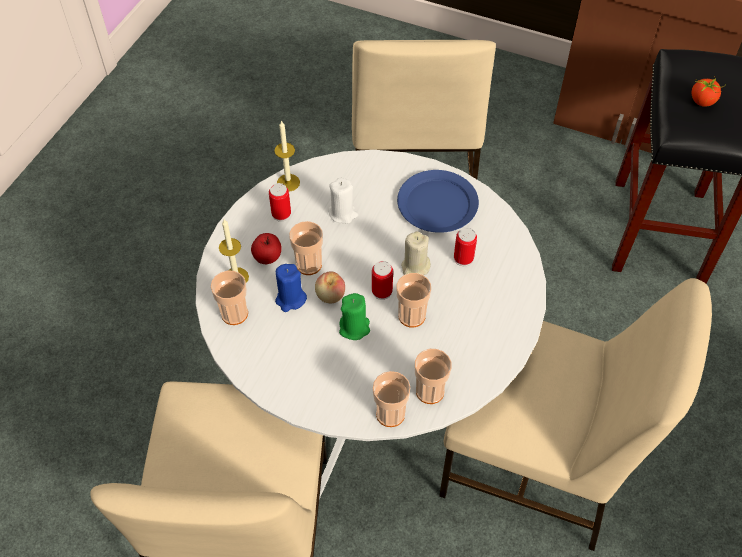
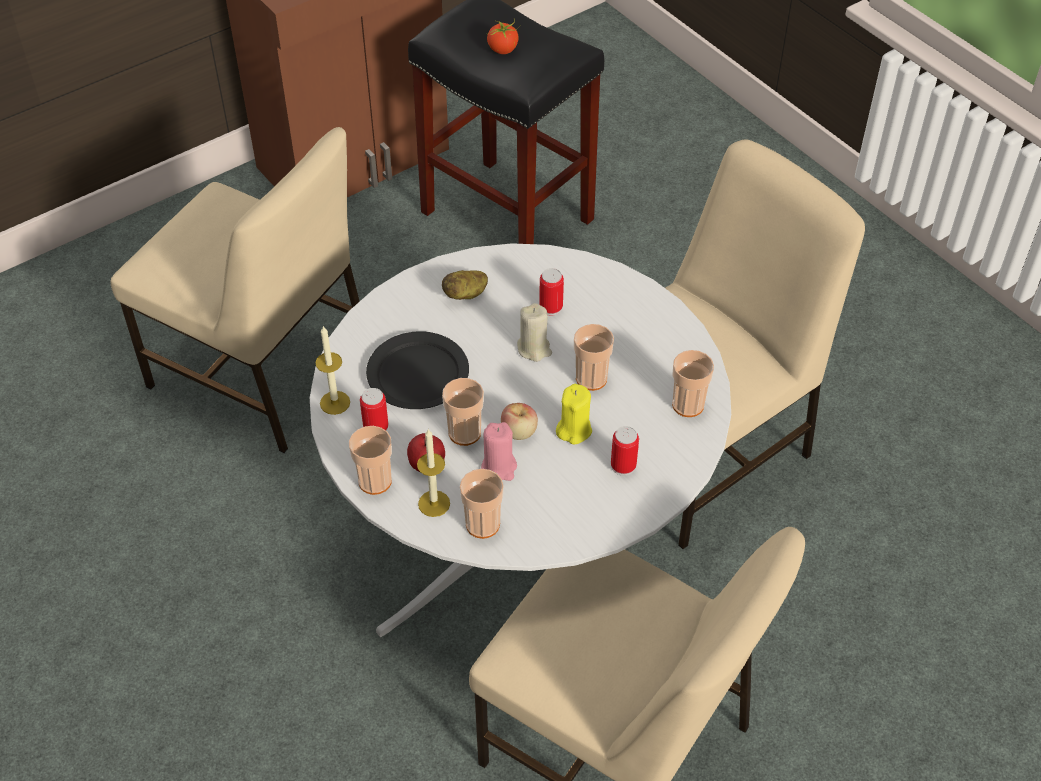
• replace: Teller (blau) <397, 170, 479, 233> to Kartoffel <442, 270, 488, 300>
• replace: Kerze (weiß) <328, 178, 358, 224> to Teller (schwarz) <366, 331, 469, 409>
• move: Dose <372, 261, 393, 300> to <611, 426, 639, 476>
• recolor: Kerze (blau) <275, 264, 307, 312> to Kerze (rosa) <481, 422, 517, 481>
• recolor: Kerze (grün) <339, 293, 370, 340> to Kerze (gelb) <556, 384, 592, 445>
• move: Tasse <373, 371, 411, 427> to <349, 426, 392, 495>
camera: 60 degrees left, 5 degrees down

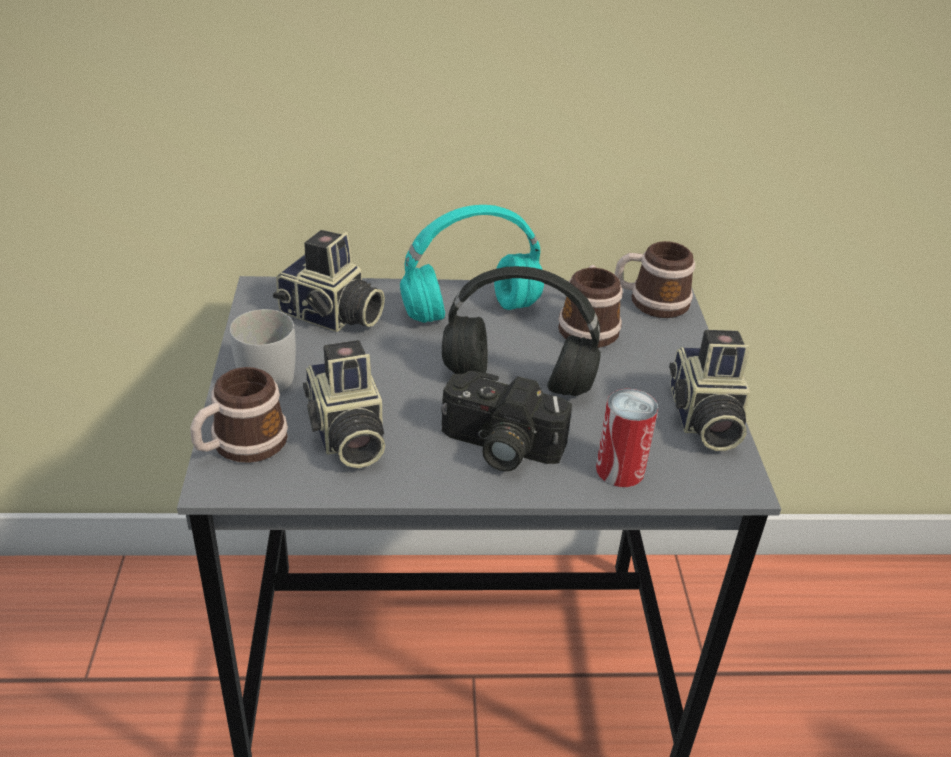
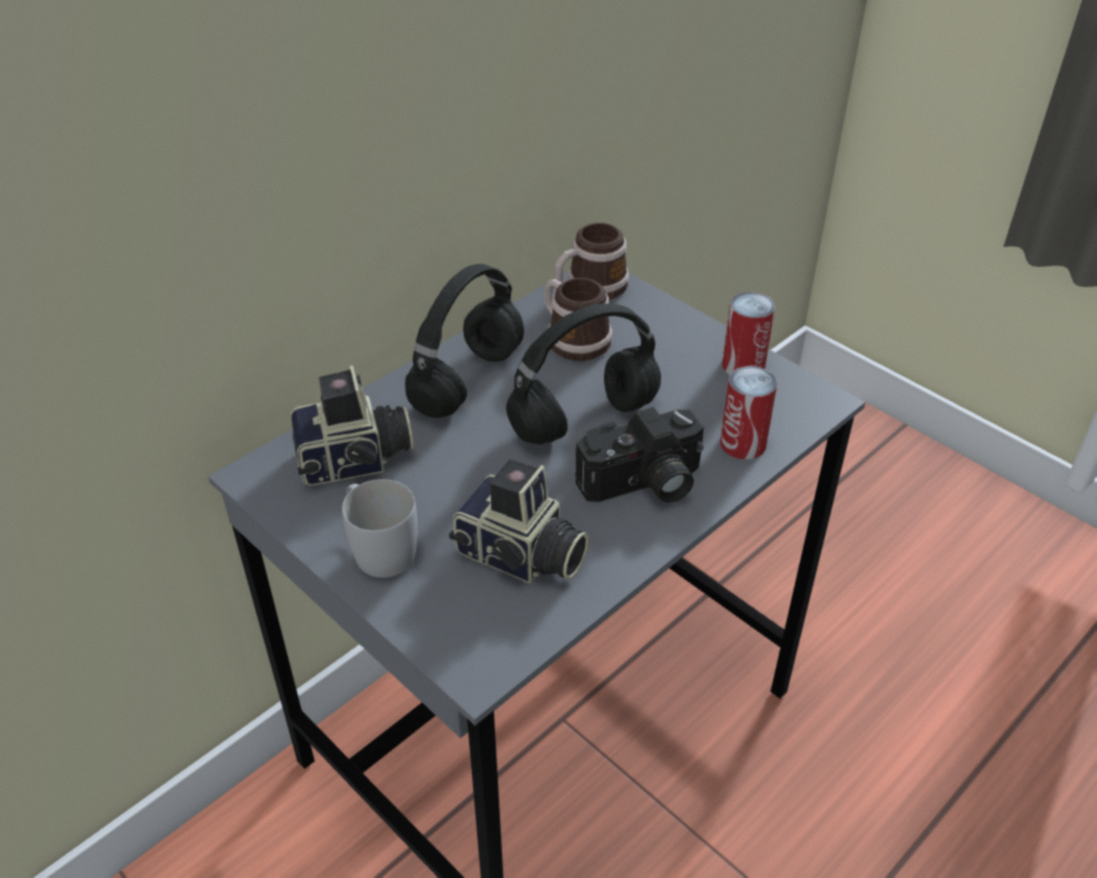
• recolor: Kopfhörer (türkis) <400, 205, 544, 323> to Kopfhörer (schwarz) <405, 264, 524, 418>
• replace: Kamera <669, 330, 750, 451> to Dose <722, 292, 775, 375>
• delete: Henkelbecher <190, 367, 288, 463>
camera: 40 degrees left, 5 degrees up

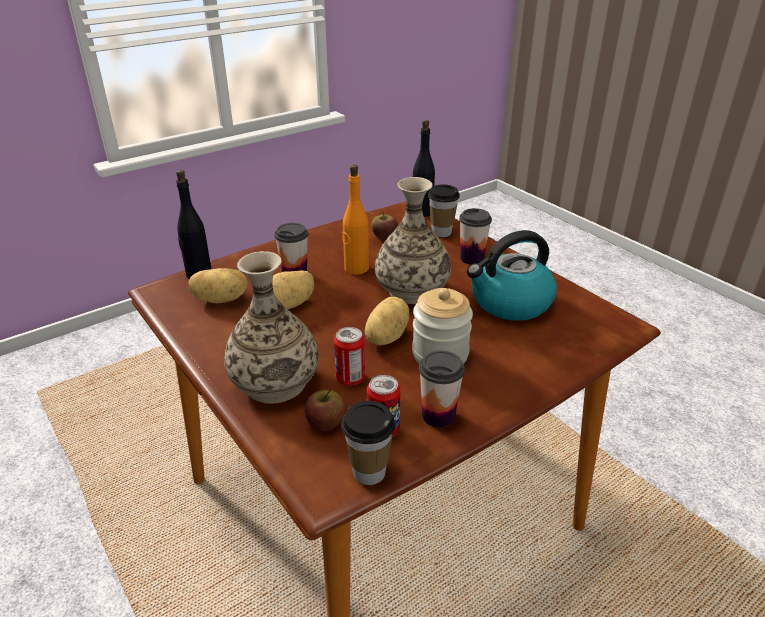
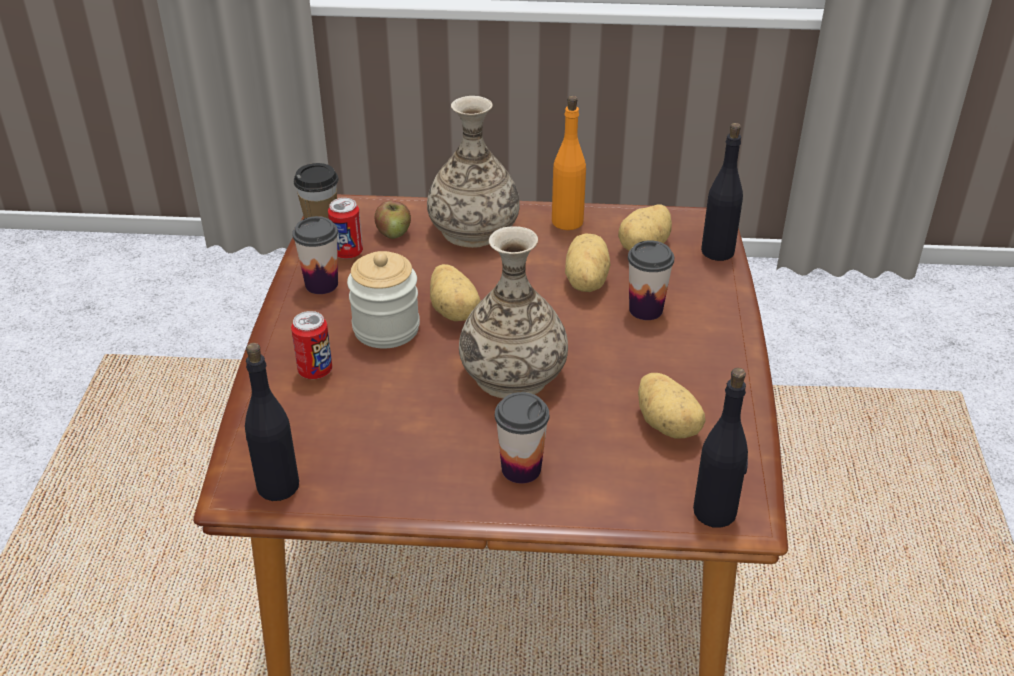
• move: Flasche (orange) <342, 165, 369, 274> to <552, 95, 586, 230>
• delete: Tasse <428, 184, 460, 237>
• replace: Apfel <371, 211, 398, 240> to Kartoffel <638, 373, 706, 439>
• delete: Wasserkessel <467, 230, 557, 321>
• move: Dose <334, 327, 365, 385> to <291, 311, 332, 379>
• insert: Flasche (schwarz) <245, 343, 299, 501>
camera: 130 degrees right, 5 degrees up

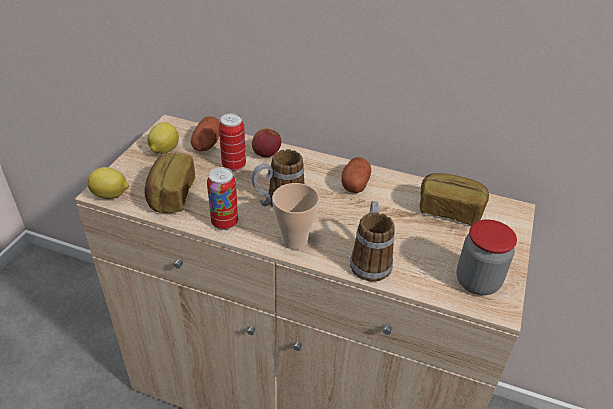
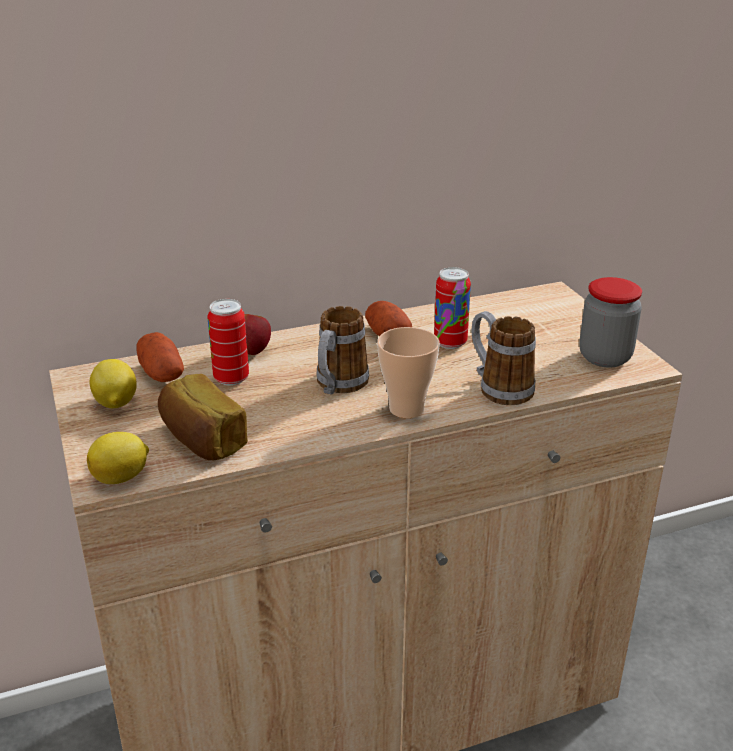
• move: Dose <207, 167, 238, 230> to <434, 267, 471, 349>
• delete: Brot <420, 173, 489, 225>
camera: 40 degrees left, 10 degrees down

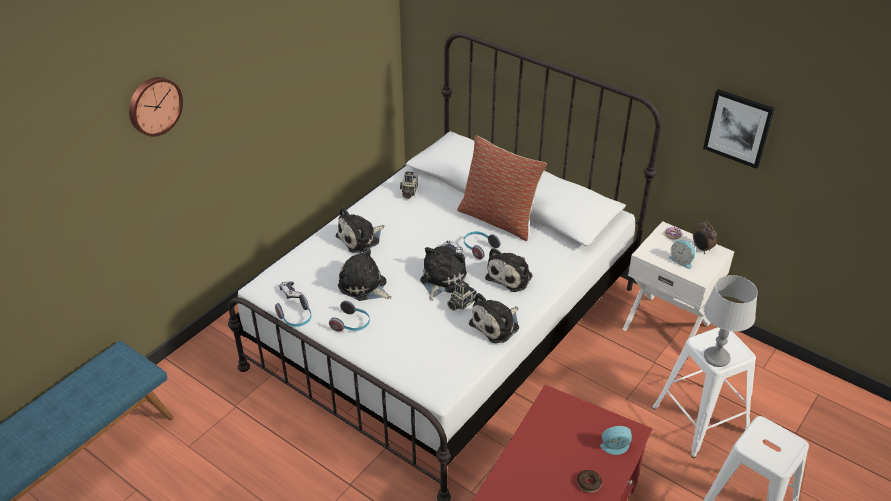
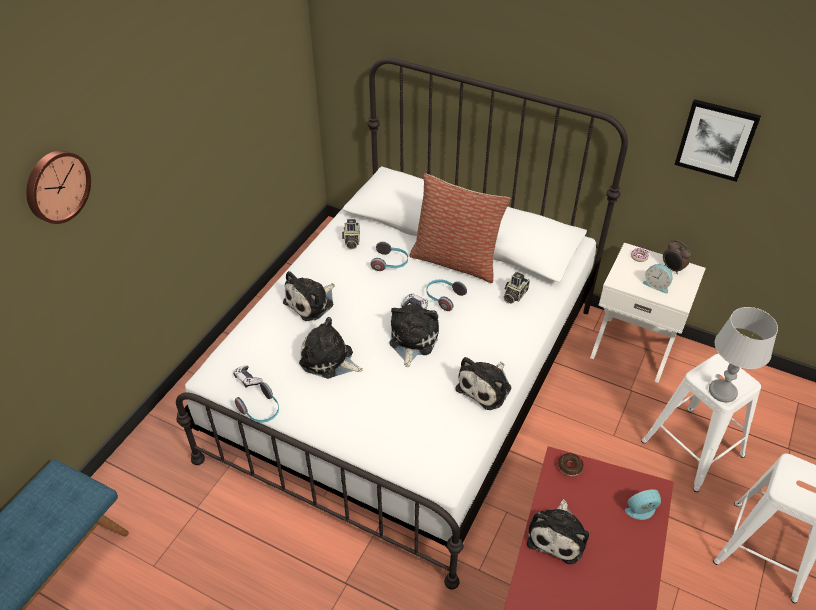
• move: Plüschtier <485, 248, 533, 292> to <527, 499, 589, 564>
• move: Kamera <447, 280, 477, 311> to <503, 272, 530, 304>
• move: Kopfhörer <329, 301, 370, 332> to <370, 242, 408, 271>
• move: Donut <577, 470, 602, 493> to <558, 453, 584, 476>
camera: 10 degrees left, 5 degrees up

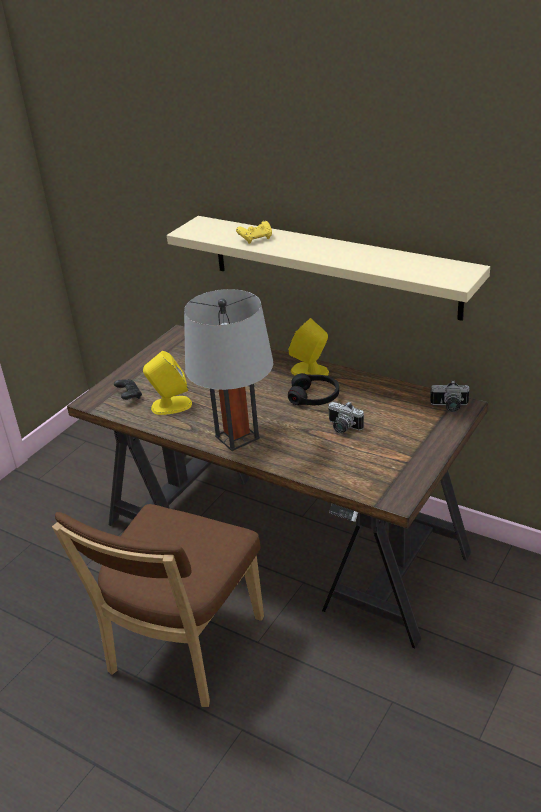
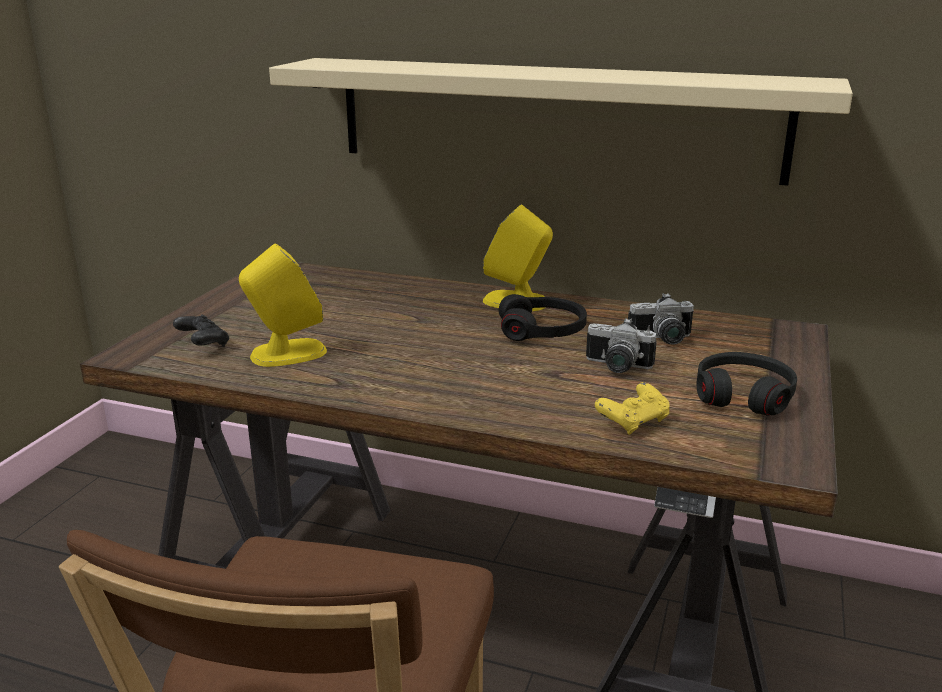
• move: Gamepad (gelb) <236, 221, 272, 244> to <595, 382, 669, 435>
• delete: Tischlampe (grau) <184, 289, 273, 451>
• move: Kamera <430, 380, 469, 412> to <628, 293, 694, 344>
• insert: Kopfhörer (schwarz) <696, 352, 797, 415>
camera: 15 degrees left, 10 degrees down

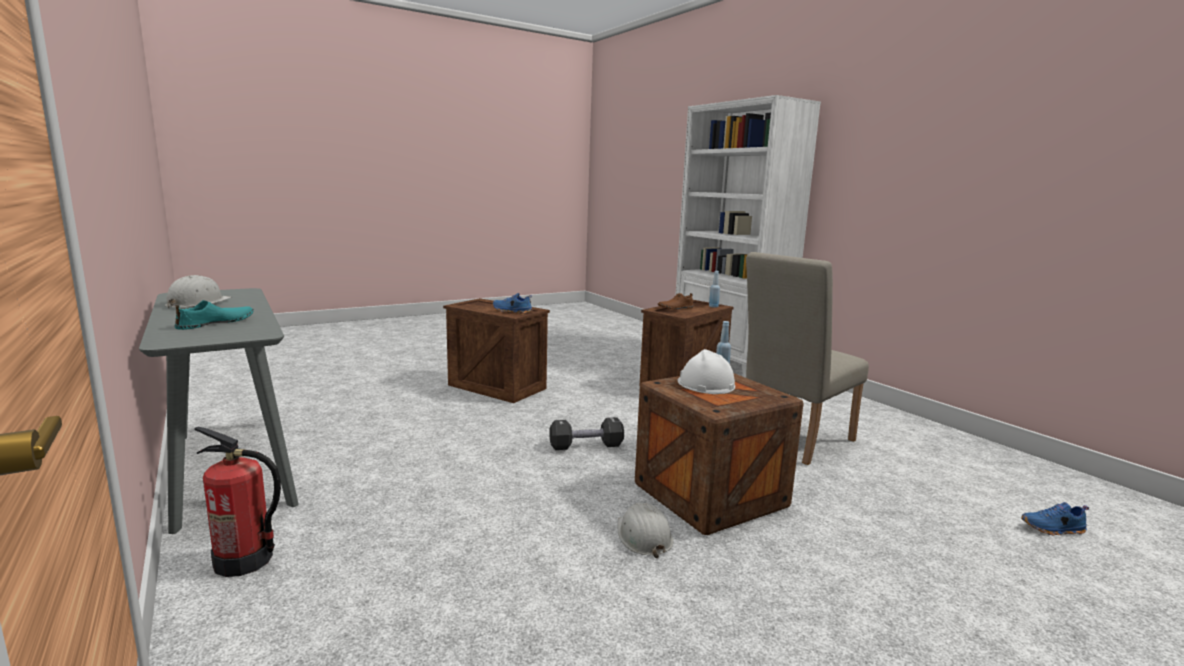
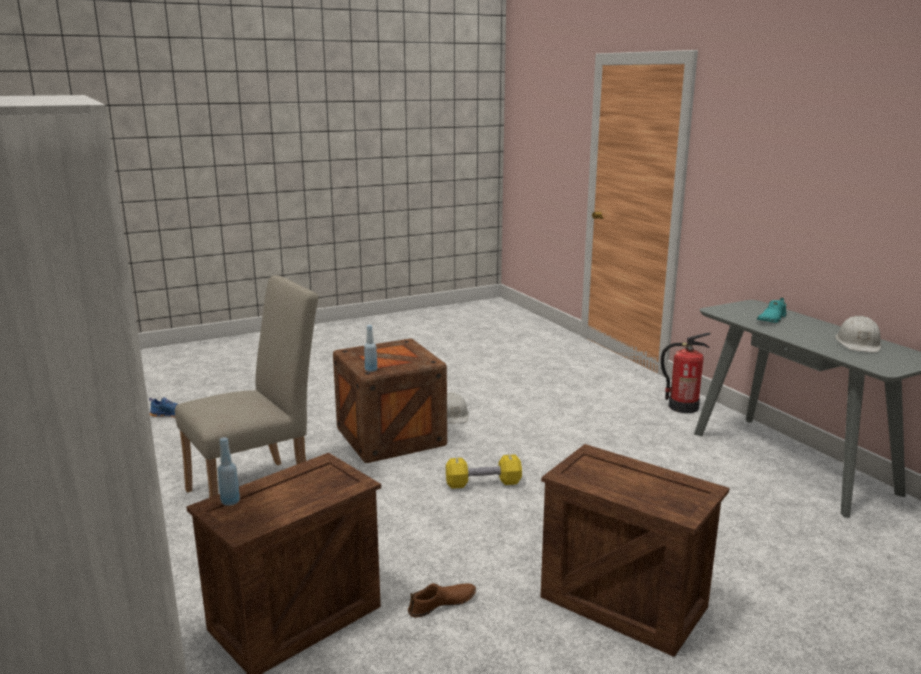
• delete: Schuh (blau) <493, 293, 533, 313>
• move: Schuh (braun) <658, 293, 694, 310> to <408, 583, 476, 617>
• delete: Schutzhelm (weiß) <677, 349, 735, 394>
• recolor: Hantel (schwarz) <549, 417, 624, 450> to Hantel (gelb) <446, 454, 522, 489>
camera: 175 degrees left, 5 degrees up

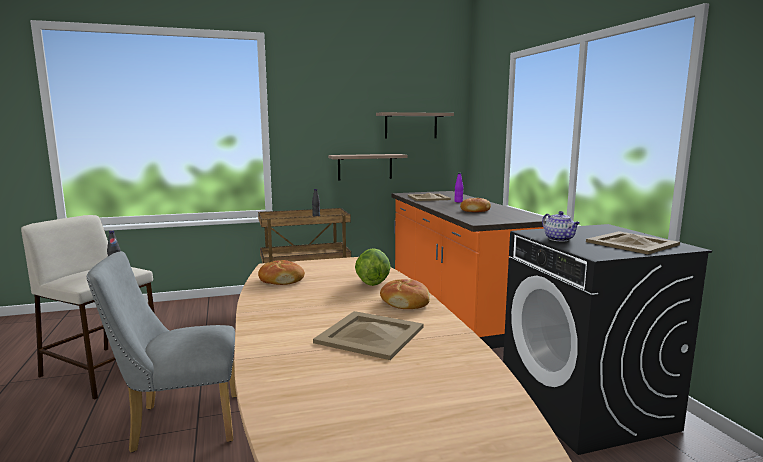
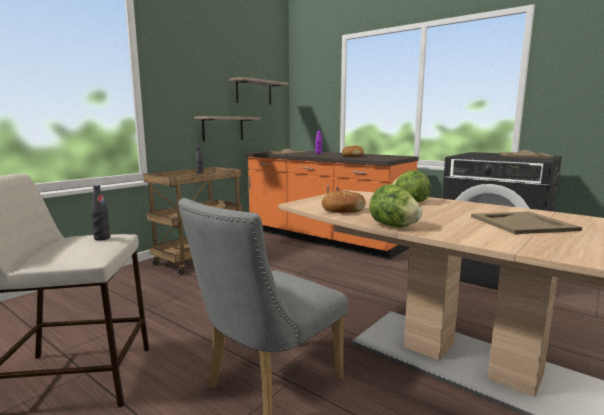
• delete: Teekanne <542, 211, 580, 242>
• delete: Brot <380, 279, 430, 309>
• insert: Salatkopf <369, 184, 423, 227>
camera: 35 degrees left, 0 degrees up

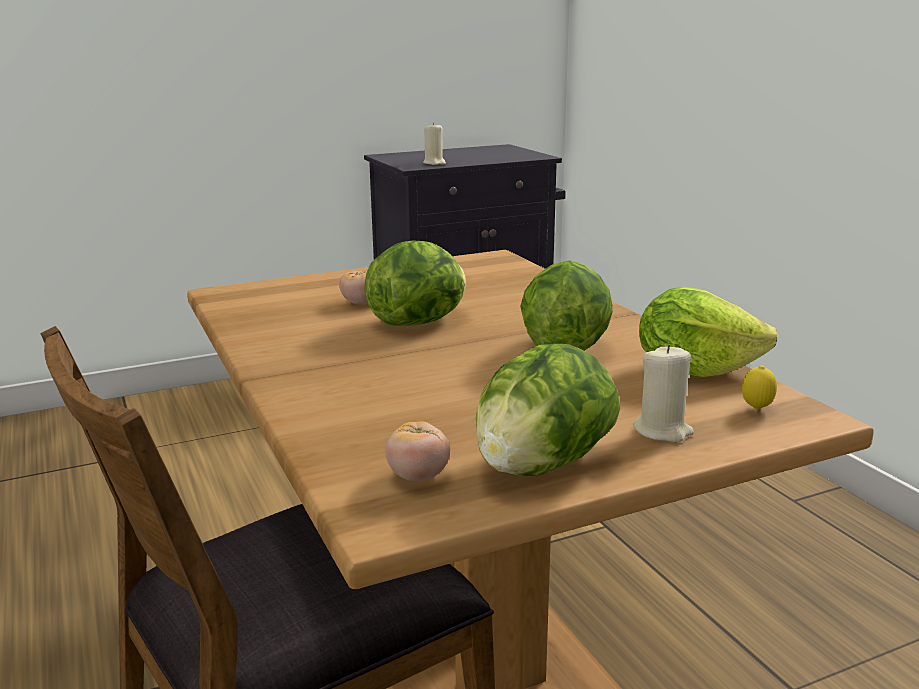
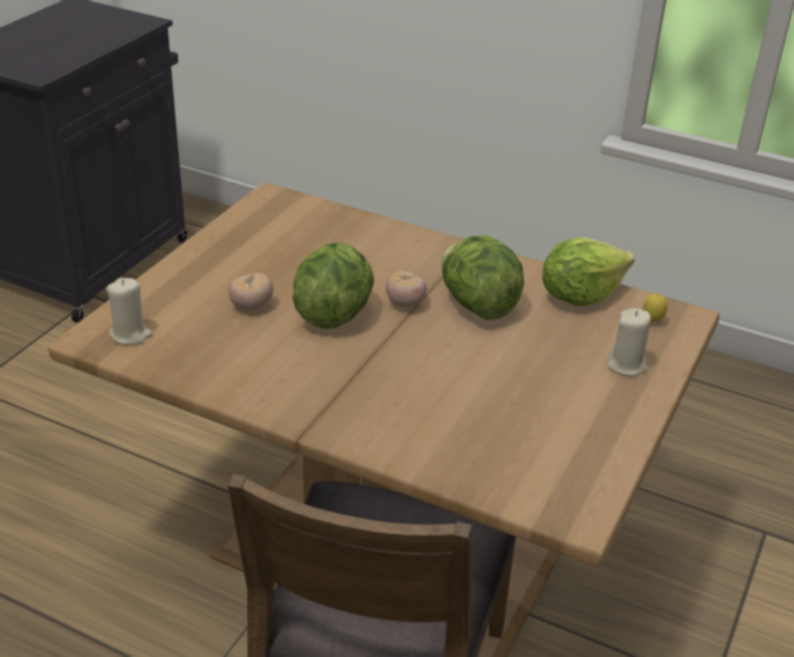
• move: Kerze (beige) <423, 122, 446, 165> to <106, 278, 152, 344>
• delete: Salatkopf <476, 344, 620, 476>
• move: Tomate <385, 422, 450, 482> to <386, 271, 427, 308>
camera: 40 degrees left, 15 degrees up

